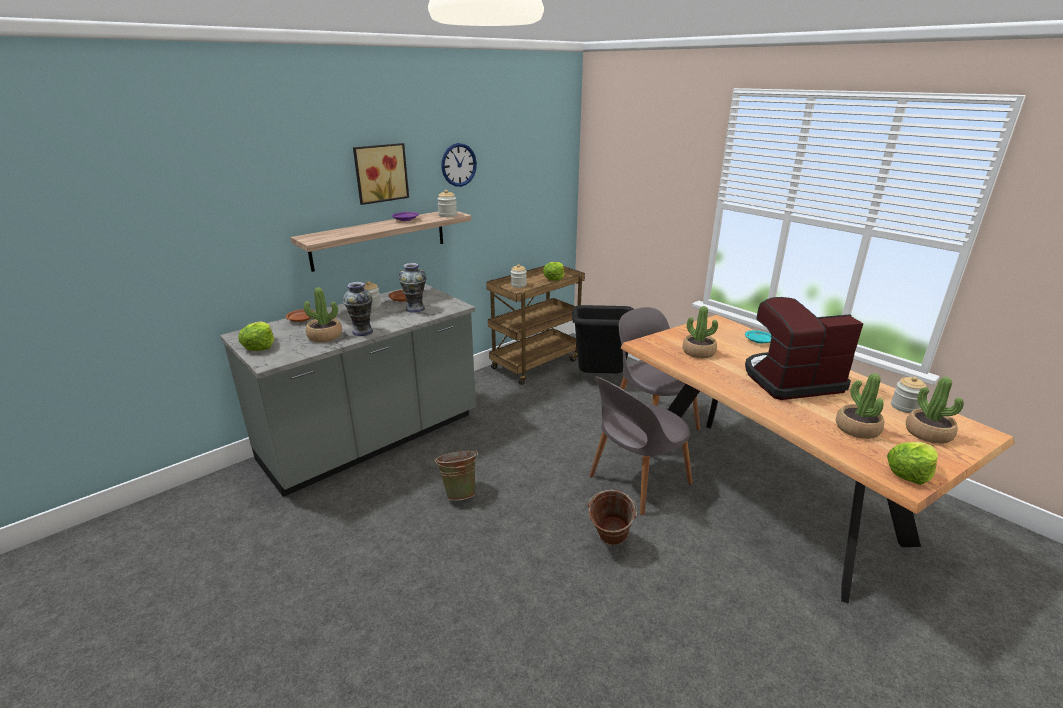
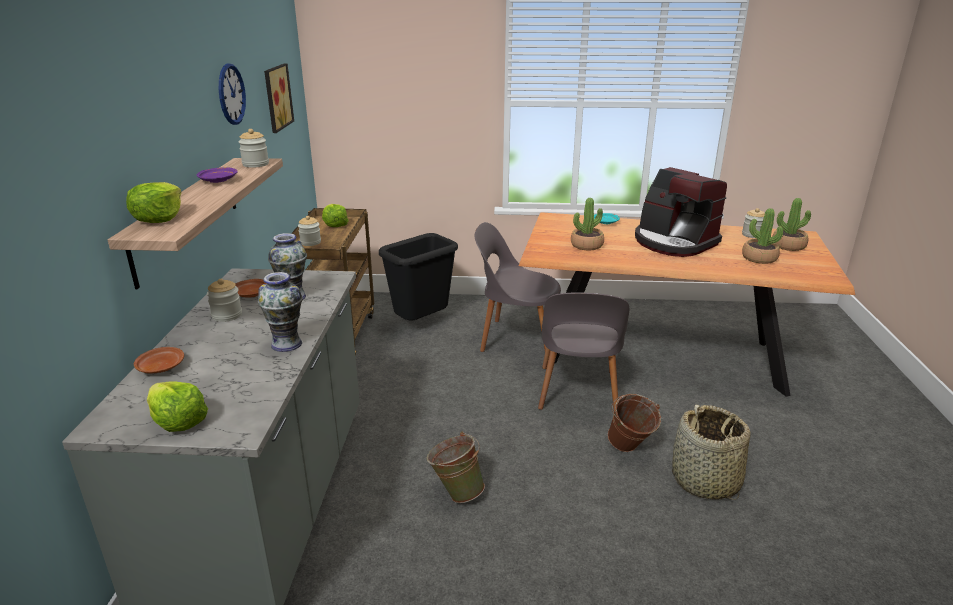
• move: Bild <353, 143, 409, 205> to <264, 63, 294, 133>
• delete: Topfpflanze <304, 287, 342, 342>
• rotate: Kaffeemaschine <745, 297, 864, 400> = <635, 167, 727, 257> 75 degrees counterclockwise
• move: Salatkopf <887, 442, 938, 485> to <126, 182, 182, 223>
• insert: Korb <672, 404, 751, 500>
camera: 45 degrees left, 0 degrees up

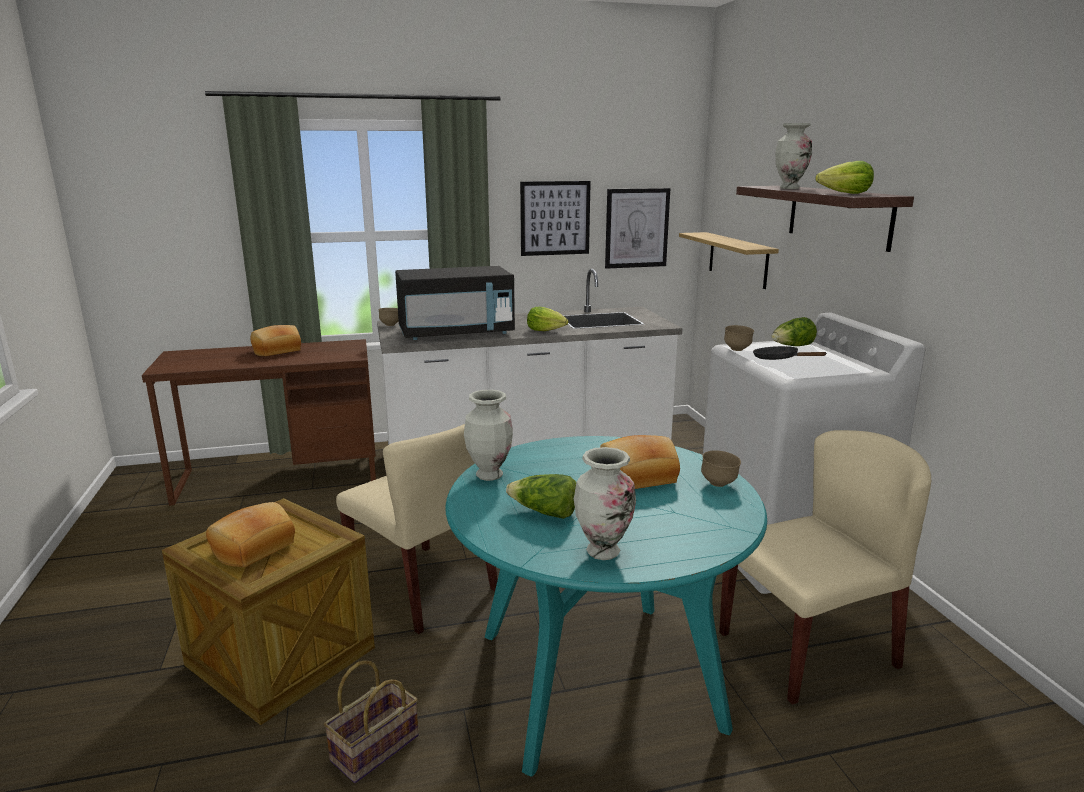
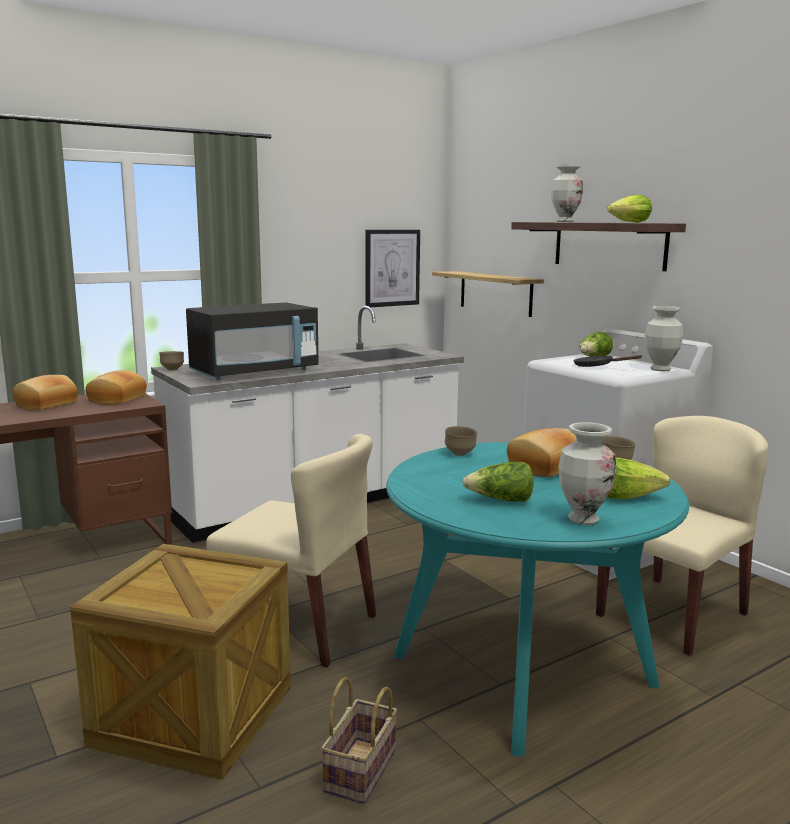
• delete: Bild <520, 181, 591, 256>
• move: Salatkopf <527, 307, 569, 331> to <607, 457, 670, 499>
• move: Schüssel (braun) <724, 325, 754, 351> to <445, 426, 478, 456>
• move: Vase <464, 390, 513, 481> to <645, 306, 683, 371>
• move: Brot <206, 502, 295, 567> to <85, 370, 147, 405>
camera: 20 degrees left, 5 degrees down

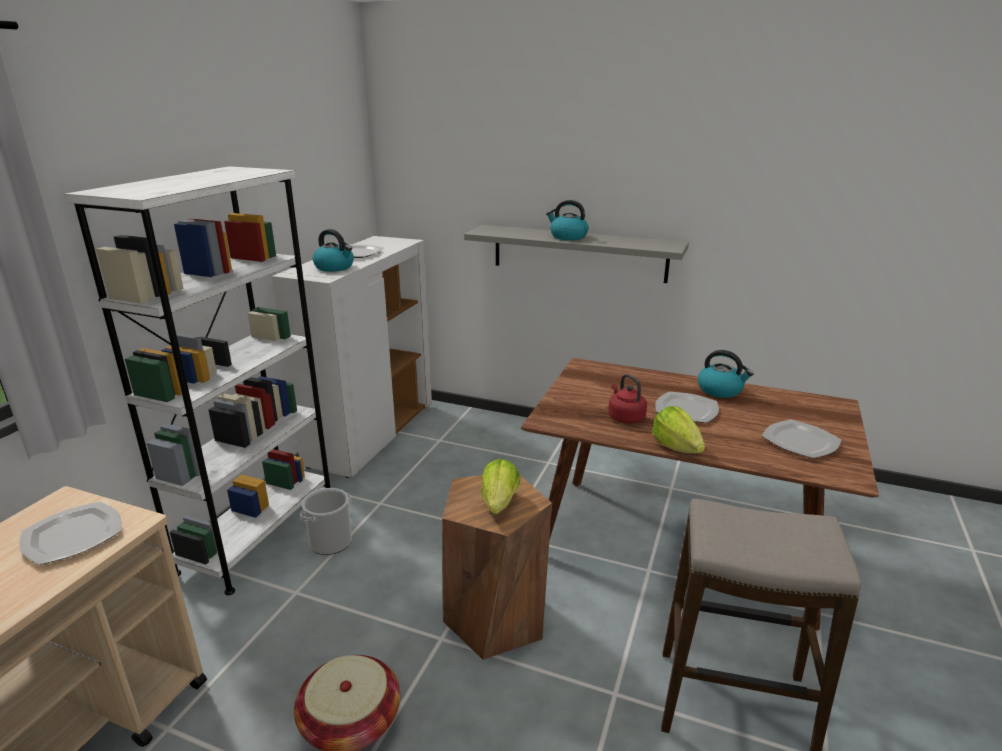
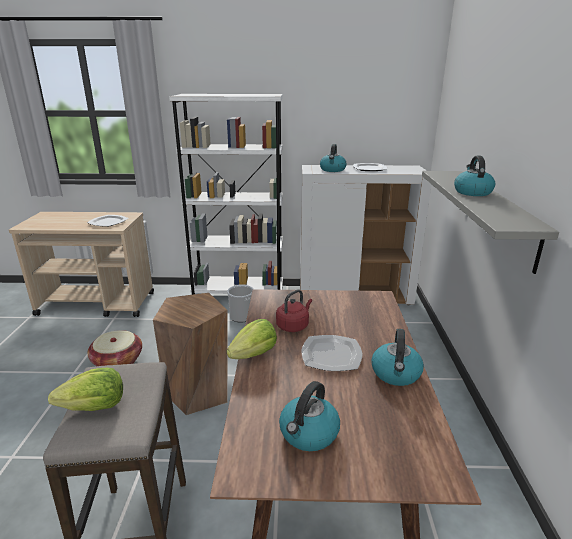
• replace: Teller <762, 420, 842, 458> to Wasserkessel <279, 381, 340, 451>
• move: Salatkopf <481, 459, 520, 514> to <48, 368, 123, 411>
camera: 70 degrees right, 0 degrees up

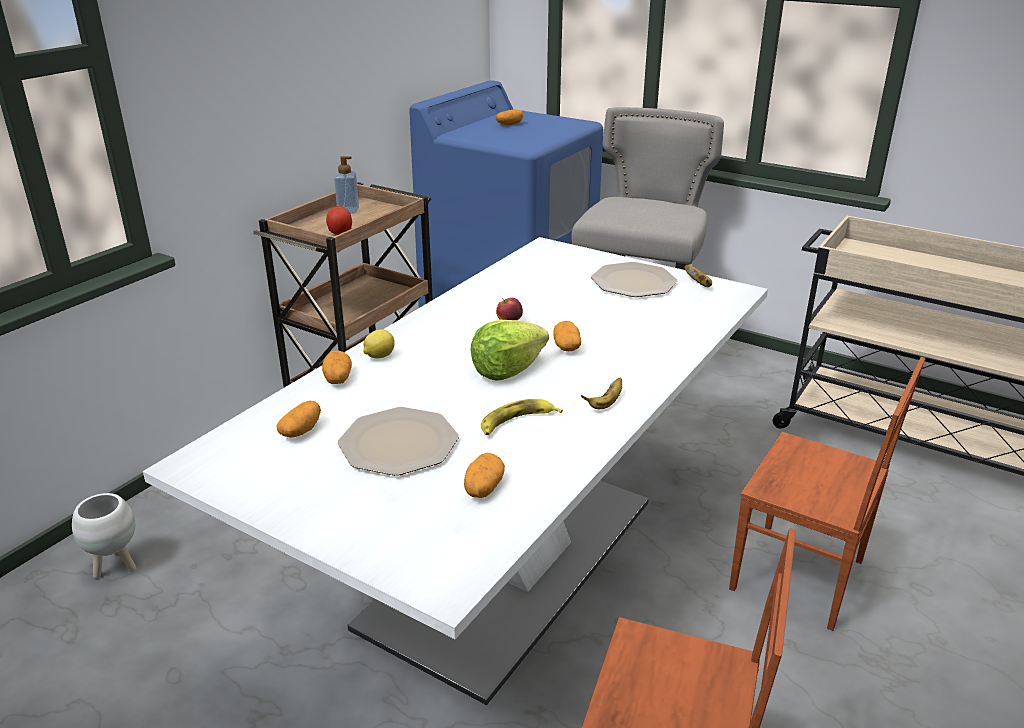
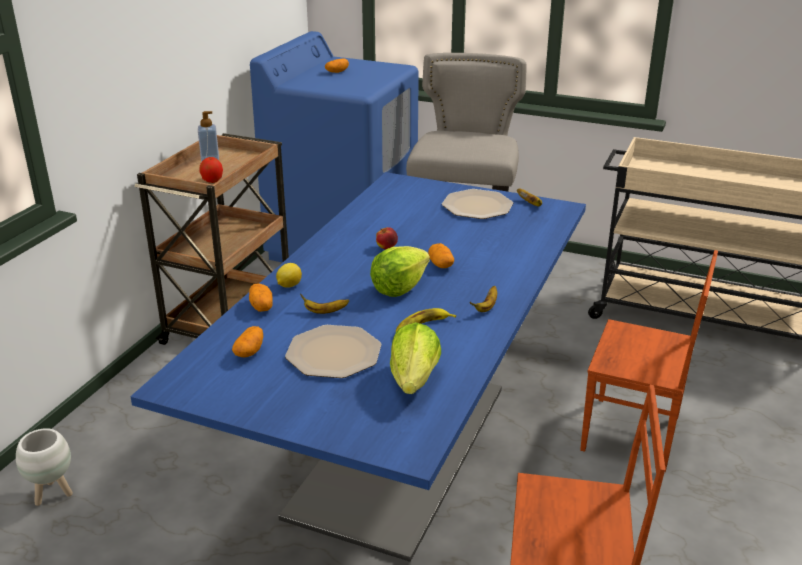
• recolor: Esstisch (weiß) <143, 237, 768, 705> to Esstisch (blau) <130, 172, 586, 562>
• replace: Kartoffel <464, 453, 505, 498> to Salatkopf <390, 322, 441, 394>
• insert: Banane <300, 294, 349, 314>
camera: 10 degrees left, 0 degrees up

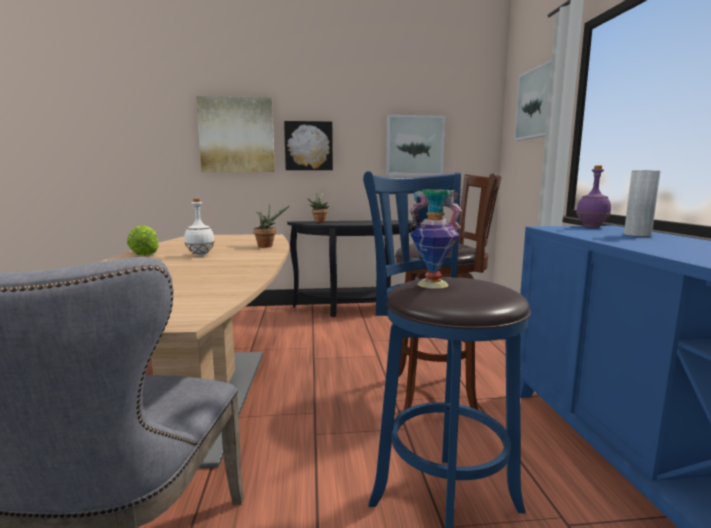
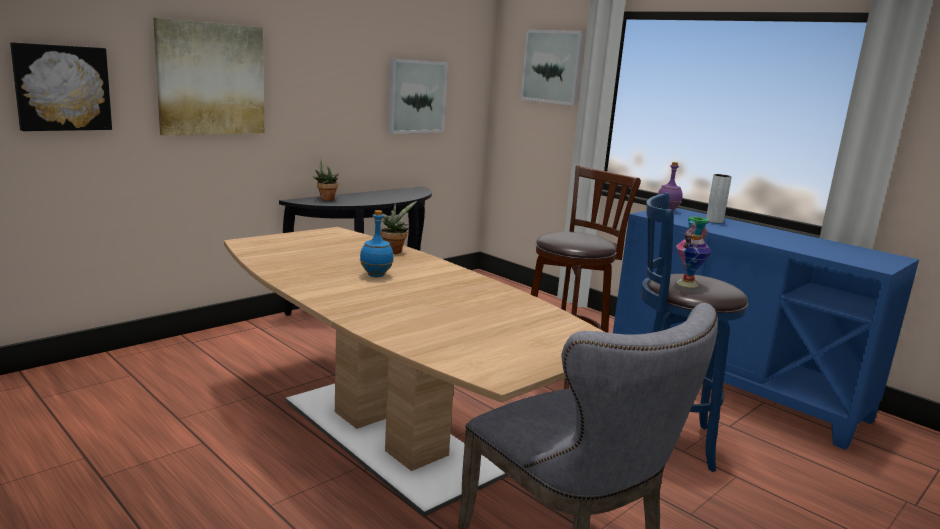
• move: Bild <284, 121, 333, 170> to <10, 42, 112, 131>
• recolor: Flasche (weiß) <184, 199, 215, 256> to Flasche (blau) <360, 210, 394, 277>
• delete: Salatkopf <127, 225, 159, 256>
camera: 40 degrees left, 5 degrees up

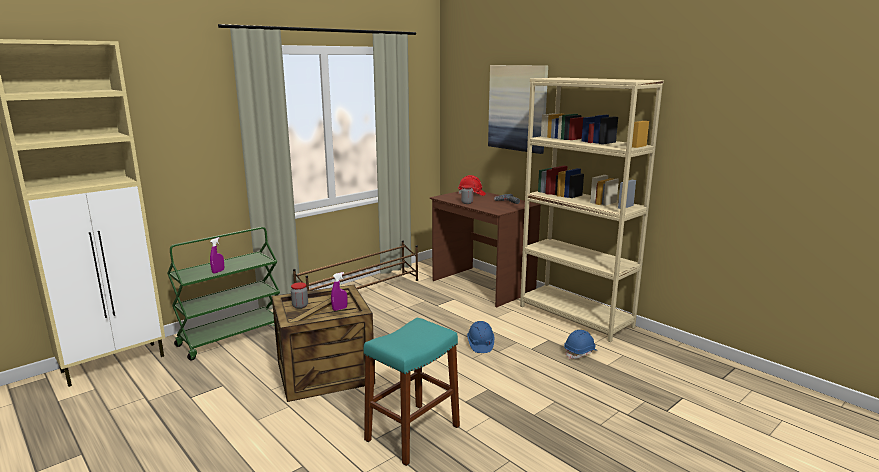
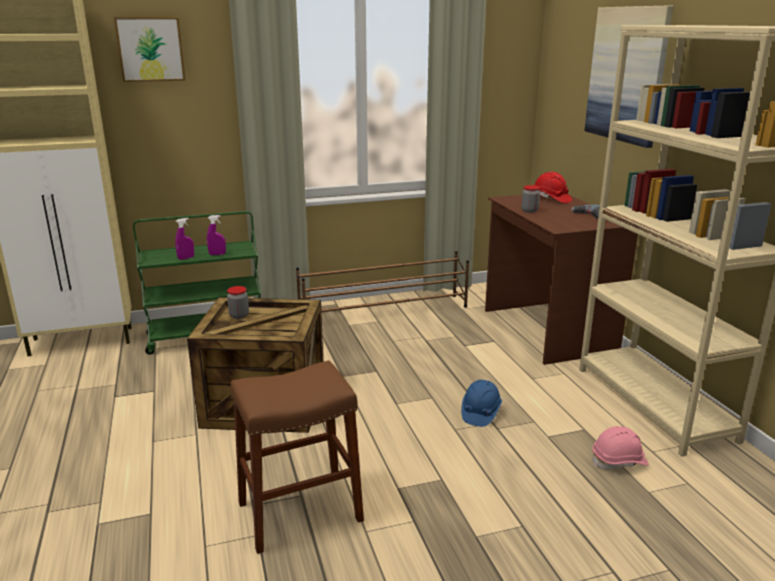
• move: Sprühflasche (lila) <331, 272, 348, 311> to <207, 215, 226, 255>
• recolor: Hocker (türkis) <364, 318, 460, 466> to Hocker (braun) <230, 361, 364, 554>
• recolor: Schutzhelm (blau) <564, 330, 598, 359> to Schutzhelm (rosa) <592, 426, 649, 469>
• insert: Bild <114, 17, 186, 82>
camera: 25 degrees right, 5 degrees up

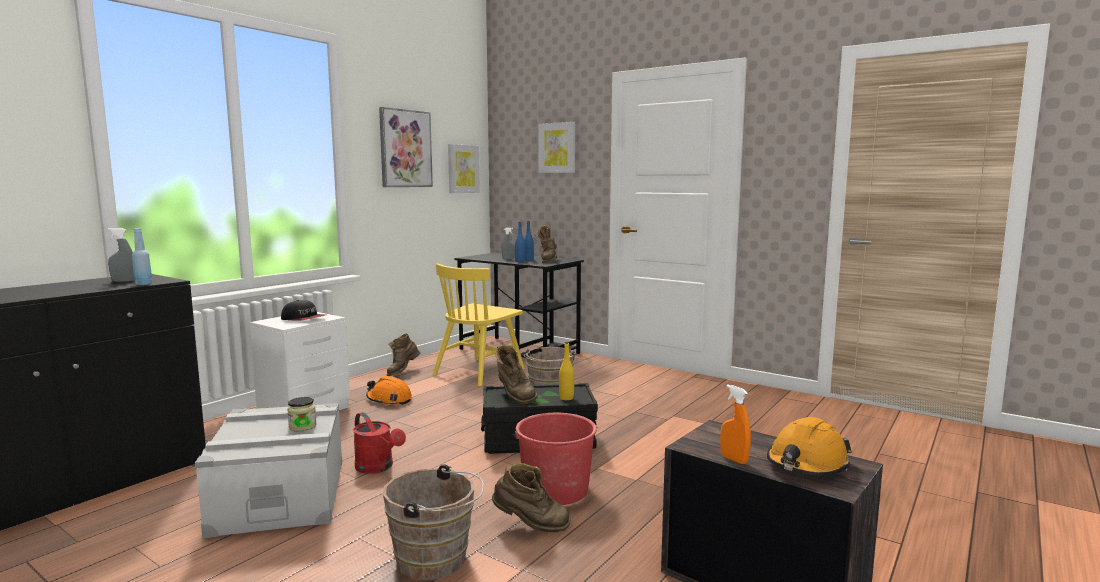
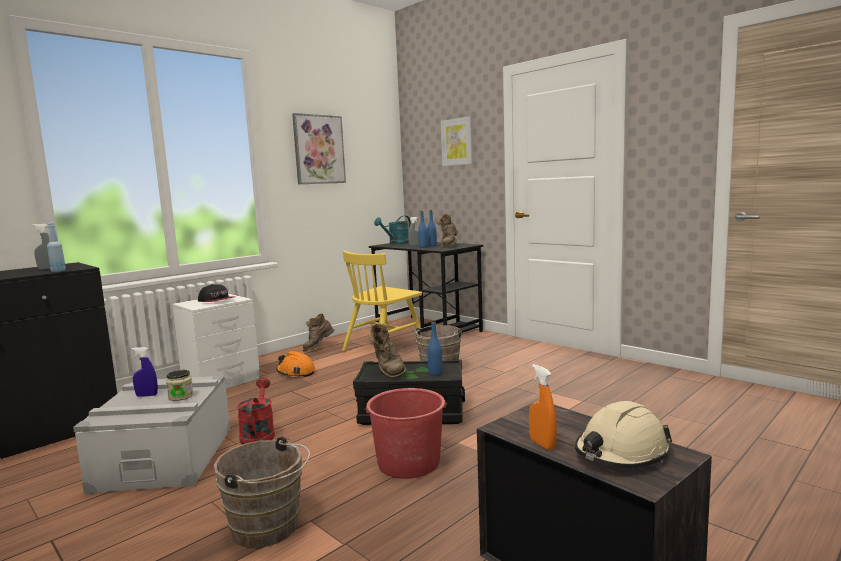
• delete: Bild <448, 144, 480, 193>
• recolor: Flasche (gelb) <559, 342, 574, 400> to Flasche (blau) <427, 320, 443, 376>
• rotate: Gießkanne (rot) <353, 412, 406, 474> = <237, 378, 275, 444> 150 degrees counterclockwise
• recolor: Schutzhelm (orange) <767, 417, 852, 476> to Schutzhelm (beige) <575, 401, 672, 468>
• delete: Stiefel (braun) <492, 463, 571, 532>
• insert: Gießkanne (türkis) <374, 216, 411, 244>
• insert: Sprühflasche (blau) <131, 347, 158, 397>
camera: 10 degrees right, 0 degrees up

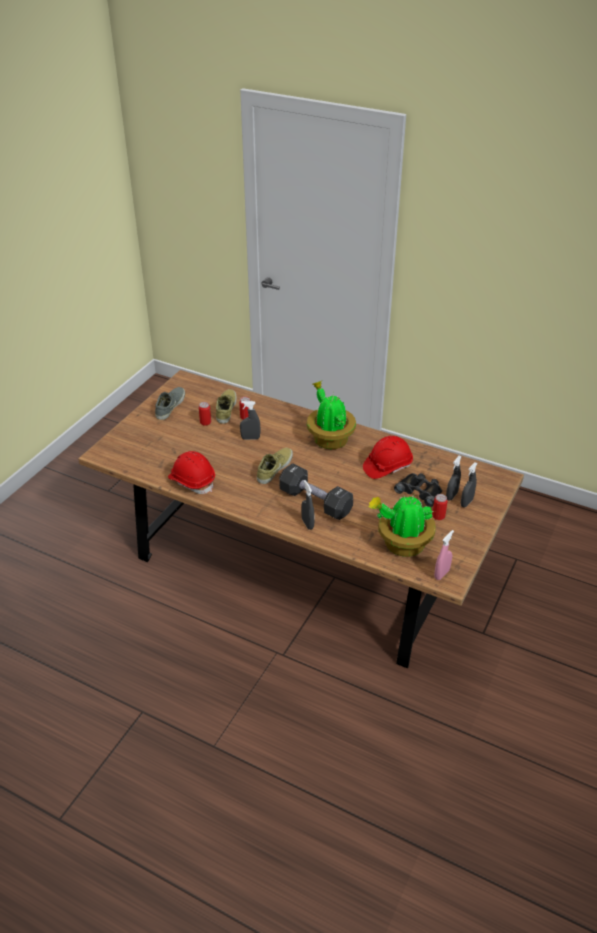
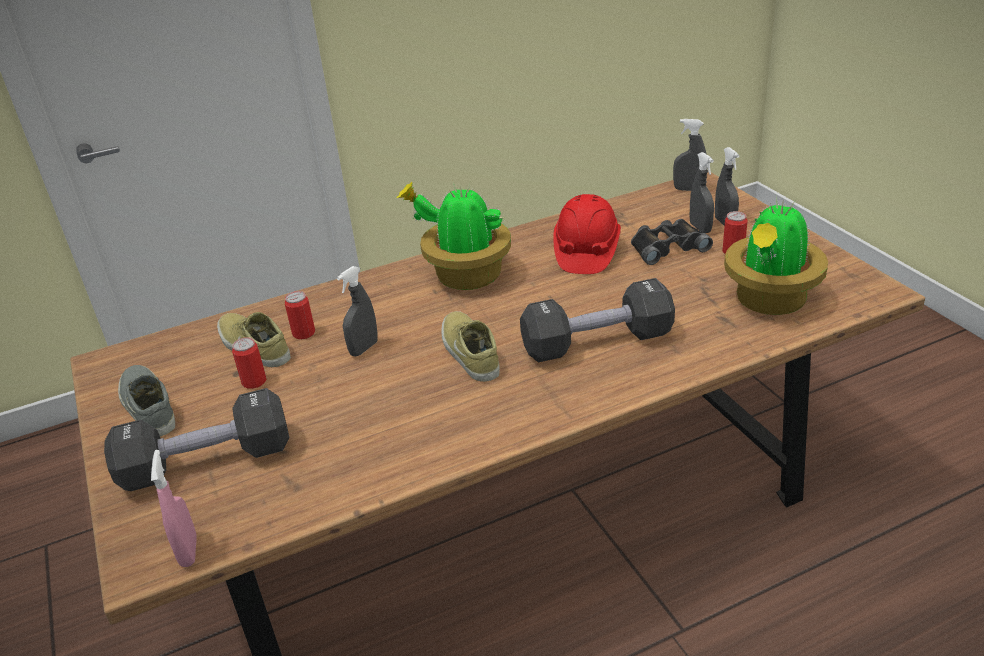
• delete: Schutzhelm (rot) <168, 451, 215, 494>
• move: Sprühflasche (grau) <301, 480, 315, 530> to <673, 119, 707, 191>
• move: Sprühflasche (rosa) <434, 530, 454, 580> to <151, 450, 197, 567>
• insert: Hantel (schwarz) <104, 388, 289, 491>
camera: 50 degrees left, 5 degrees down

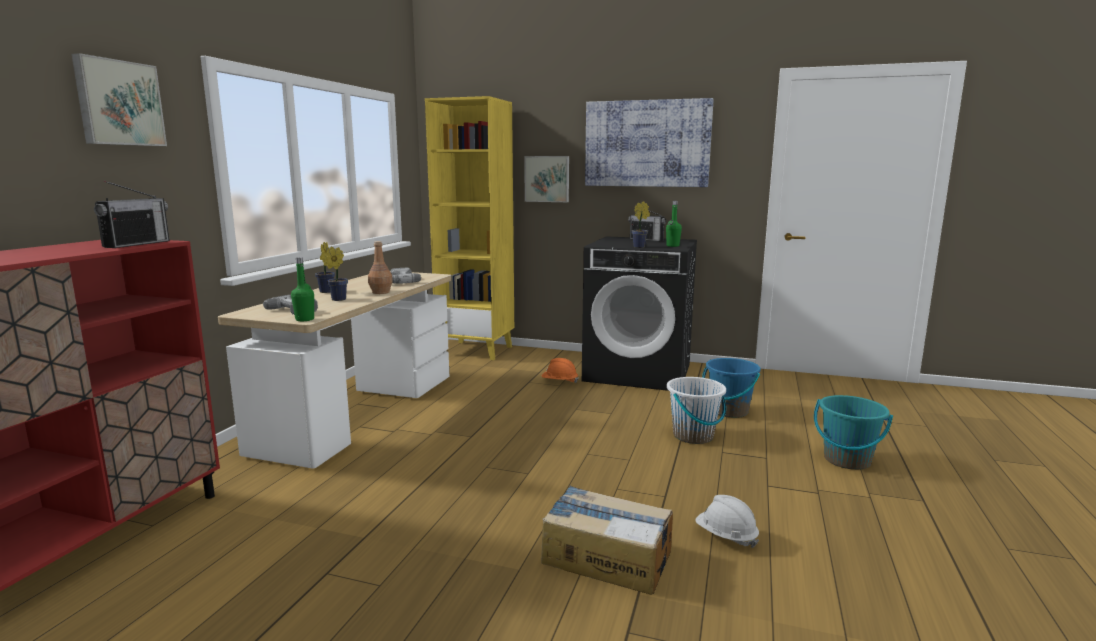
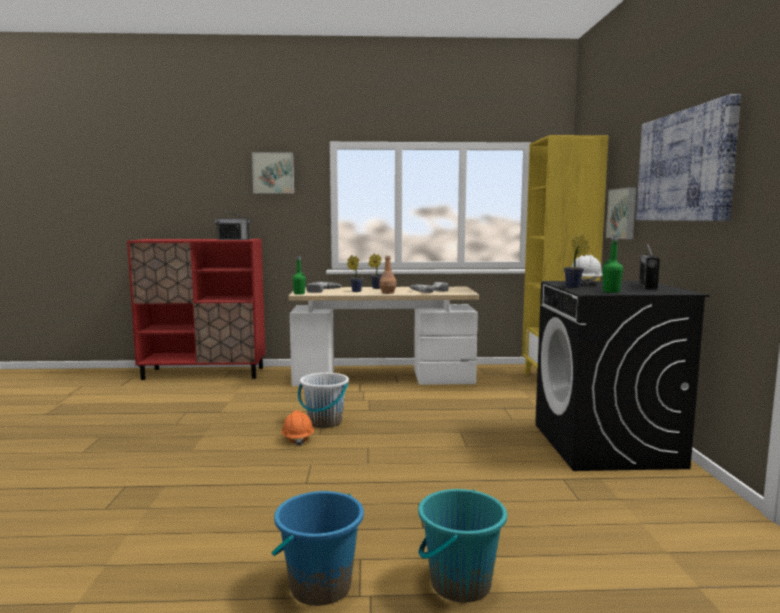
• move: Schutzhelm (orange) <542, 358, 578, 383> to <281, 410, 314, 446>
• move: Eimer (blau) <702, 358, 761, 418> to <272, 491, 364, 606>
• move: Eimer (weiß) <667, 377, 726, 444> to <298, 373, 349, 428>
• delete: Karton <541, 486, 673, 595>
• move: Schutzhelm (weiß) <695, 495, 759, 548> to <572, 255, 603, 286>
camera: 70 degrees right, 5 degrees down

